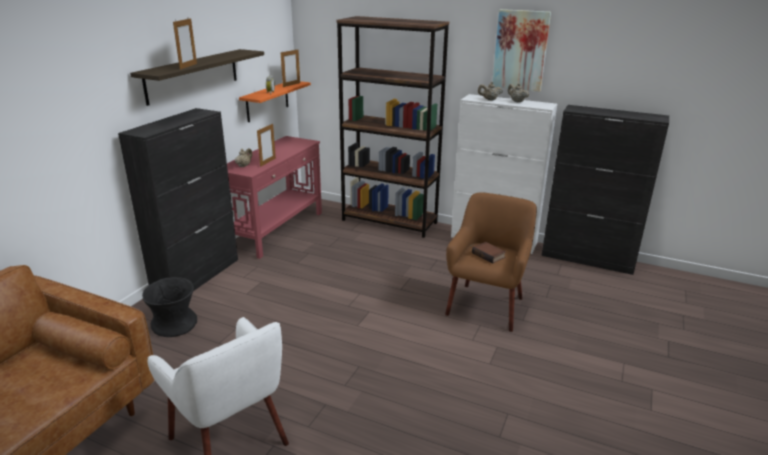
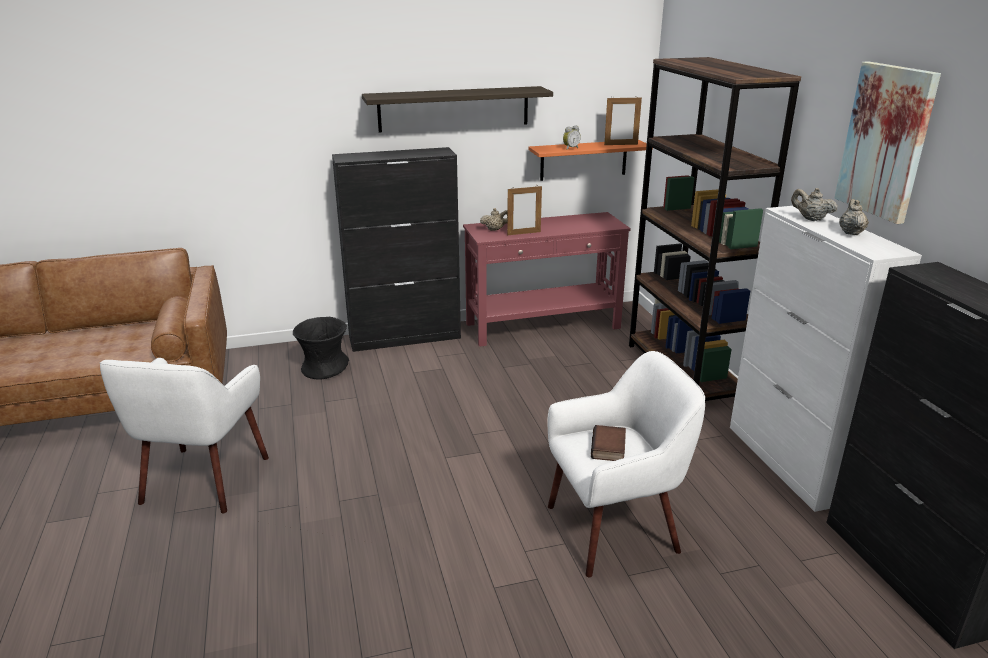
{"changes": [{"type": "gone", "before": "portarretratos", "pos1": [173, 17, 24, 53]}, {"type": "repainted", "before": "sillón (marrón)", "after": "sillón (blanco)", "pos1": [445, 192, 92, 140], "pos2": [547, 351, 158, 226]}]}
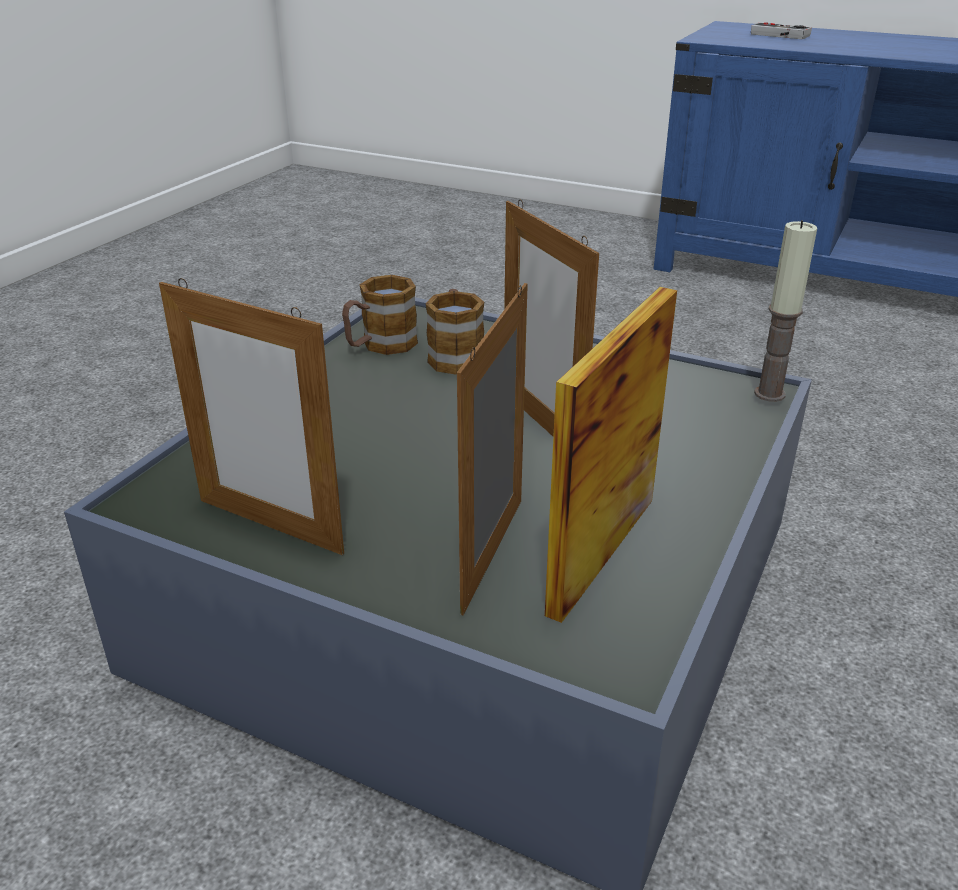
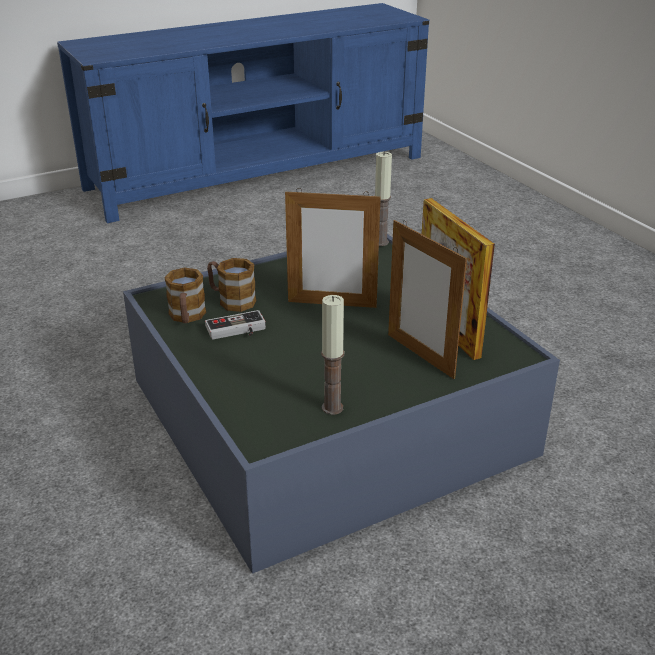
{"changes": [{"type": "shifted", "before": "mando de consola", "pos1": [751, 22, 61, 17], "pos2": [205, 310, 61, 30]}, {"type": "swapped", "before": "portarretratos", "after": "vela", "pos1": [159, 278, 185, 277], "pos2": [321, 295, 23, 120]}]}
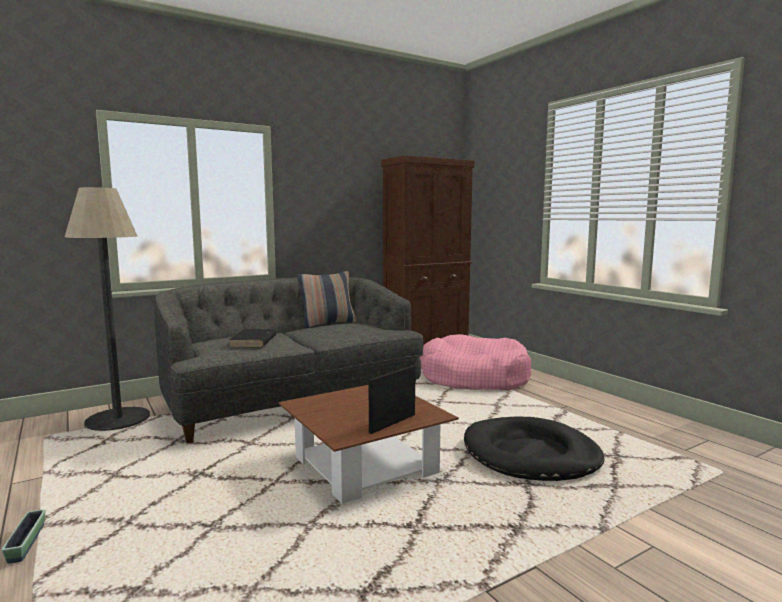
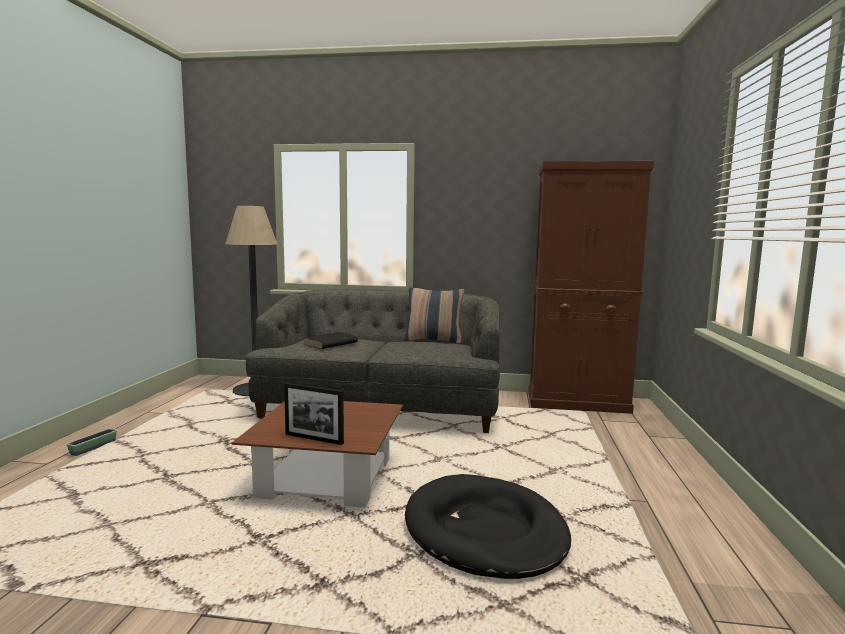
{"changes": [{"type": "gone", "before": "cama para perro (rosa)", "pos1": [420, 334, 111, 56]}, {"type": "rotated", "before": "portarretratos", "pos1": [368, 365, 47, 69], "pos2": [284, 383, 60, 62], "turn": -150}]}
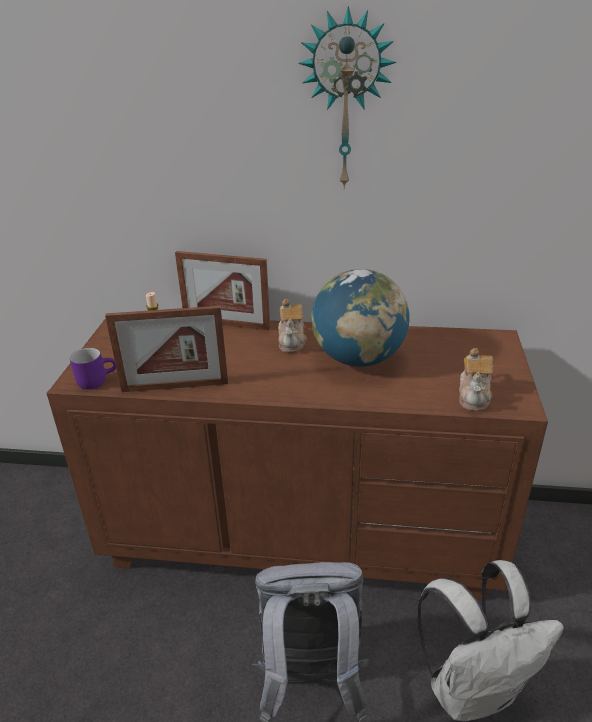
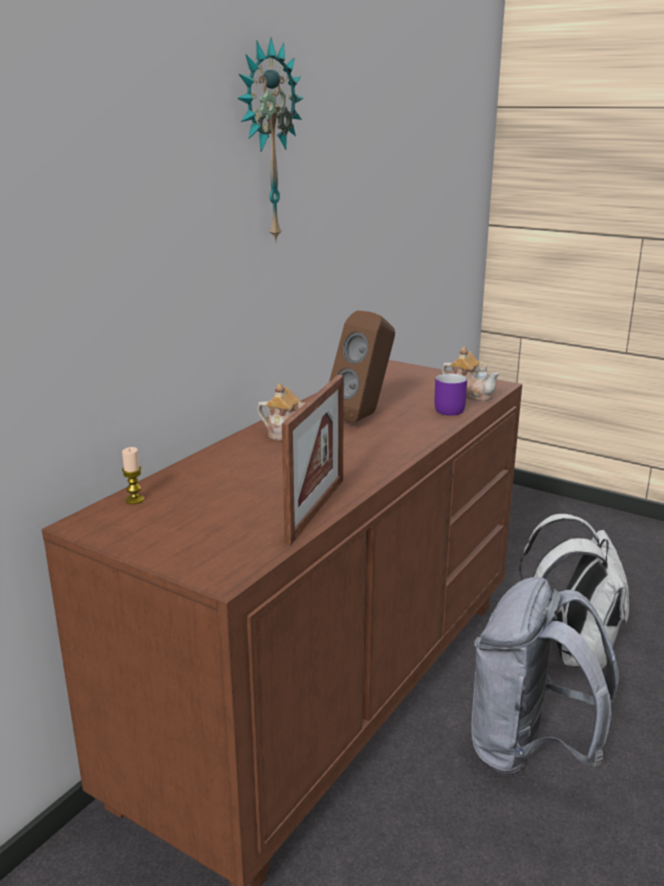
{"changes": [{"type": "gone", "before": "portarretratos", "pos1": [175, 251, 95, 79]}, {"type": "swapped", "before": "globo terráqueo", "after": "altavoz (marrón)", "pos1": [311, 269, 99, 98], "pos2": [329, 311, 66, 112]}, {"type": "shifted", "before": "taza grande (morado)", "pos1": [70, 348, 46, 42], "pos2": [434, 374, 33, 42]}]}
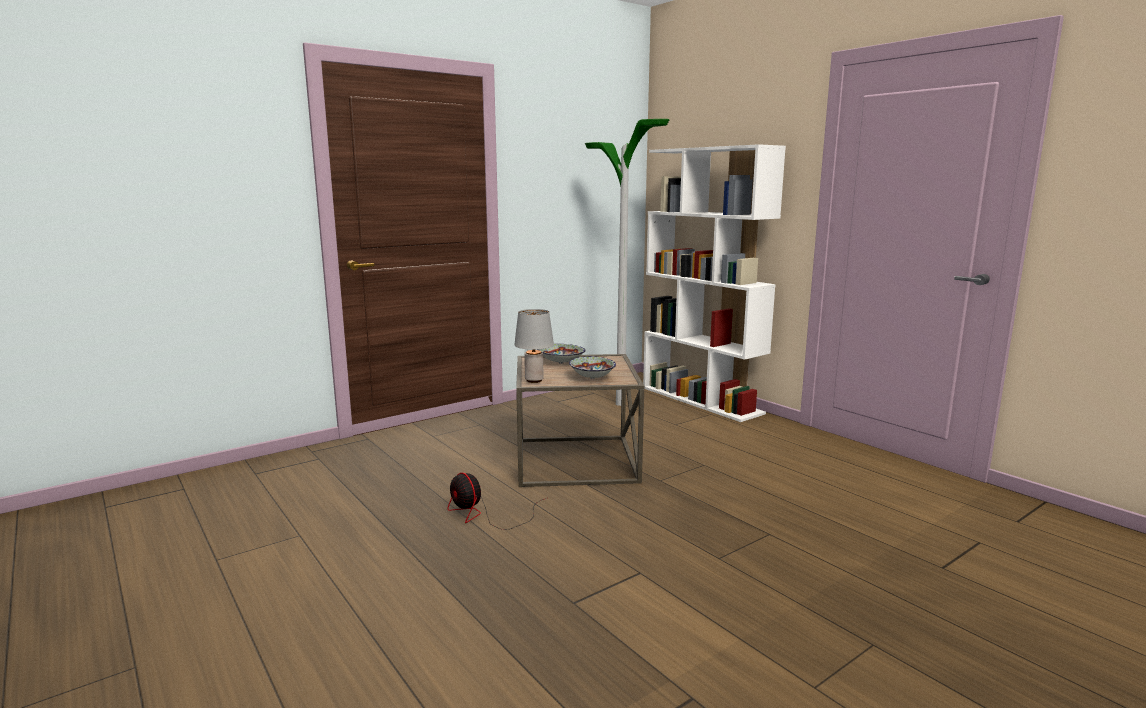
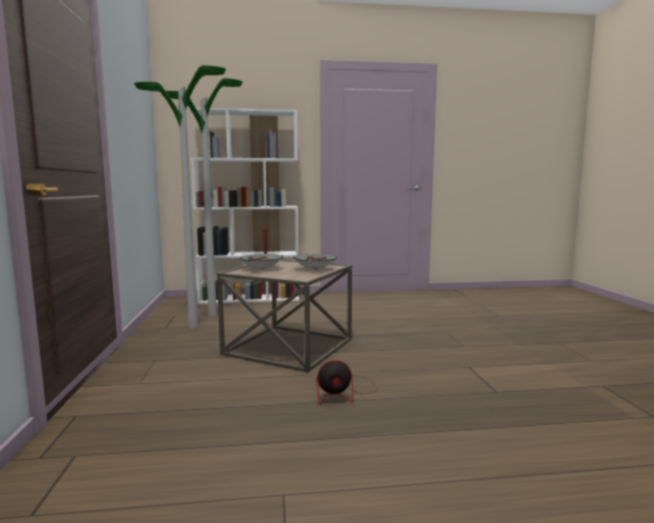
{"changes": [{"type": "gone", "before": "lámpara de mesa (gris)", "pos1": [514, 309, 40, 74]}, {"type": "new", "after": "lámpara de pie", "pos2": [134, 65, 92, 263]}]}
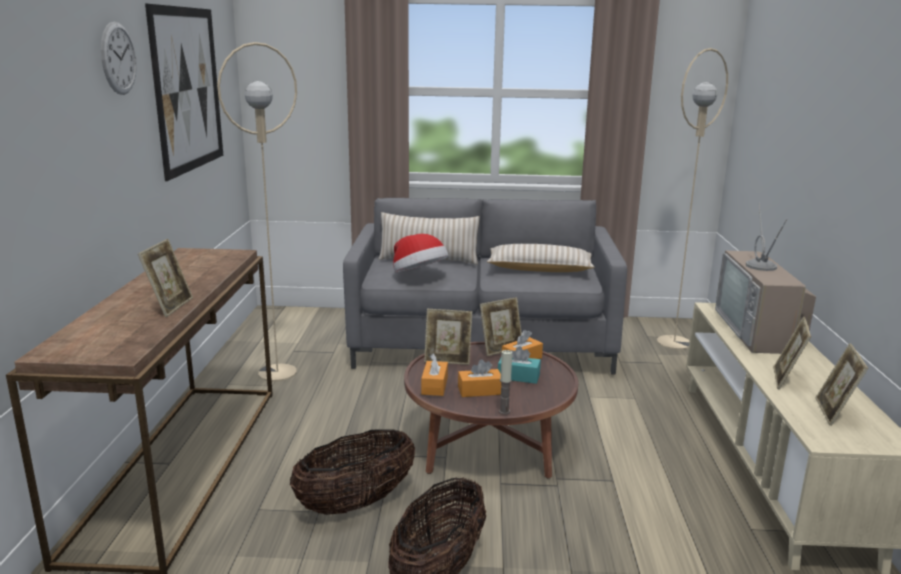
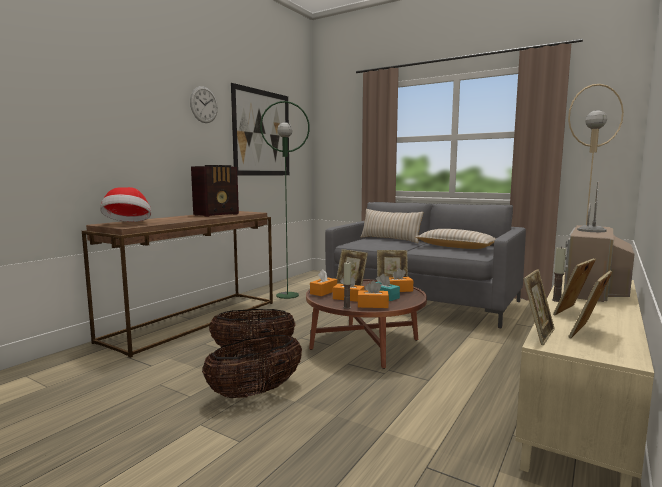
{"changes": [{"type": "repainted", "before": "lámpara de pie (beis)", "after": "lámpara de pie (verde)", "pos1": [217, 42, 80, 339], "pos2": [260, 101, 50, 198]}, {"type": "shifted", "before": "sombrero", "pos1": [393, 234, 55, 38], "pos2": [100, 187, 51, 35]}, {"type": "shifted", "before": "portarretratos", "pos1": [138, 239, 55, 78], "pos2": [523, 269, 32, 76]}, {"type": "new", "after": "radio", "pos2": [191, 165, 48, 52]}, {"type": "new", "after": "vela", "pos2": [552, 246, 14, 56]}, {"type": "new", "after": "caja de pañuelos (naranja)", "pos2": [357, 280, 32, 28]}]}
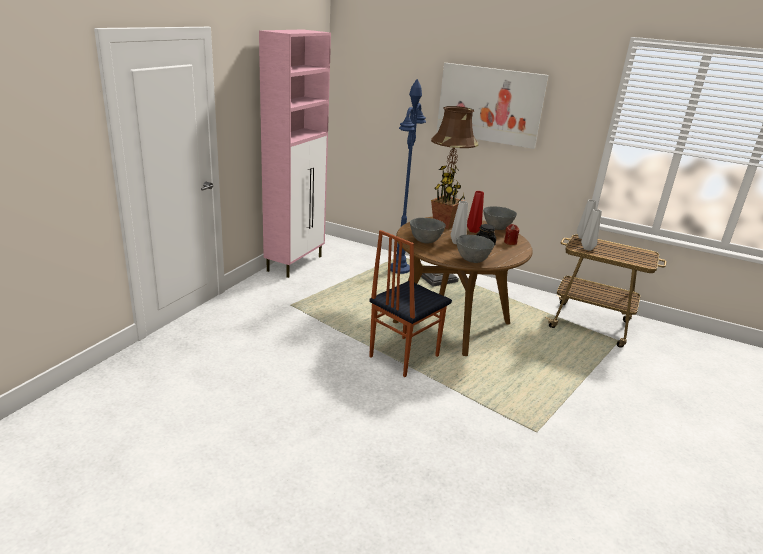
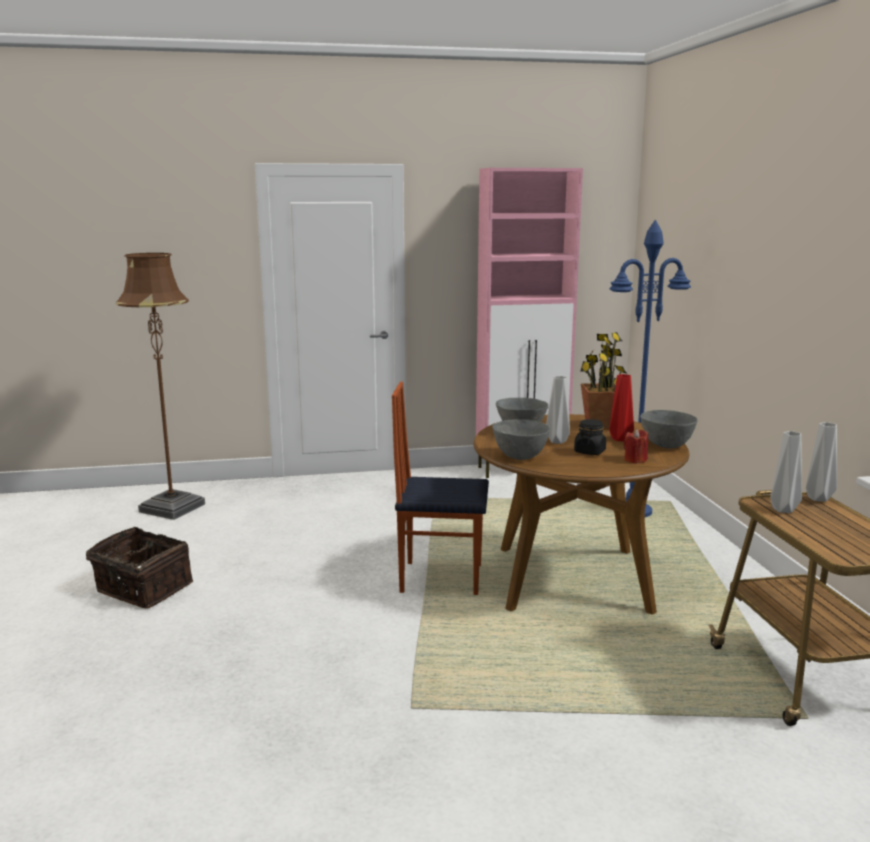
{"changes": [{"type": "gone", "before": "cuadro", "pos1": [436, 63, 113, 86]}, {"type": "shifted", "before": "lámpara de pie (marrón)", "pos1": [421, 106, 57, 181], "pos2": [116, 253, 89, 267]}, {"type": "new", "after": "cesta", "pos2": [86, 527, 107, 82]}]}
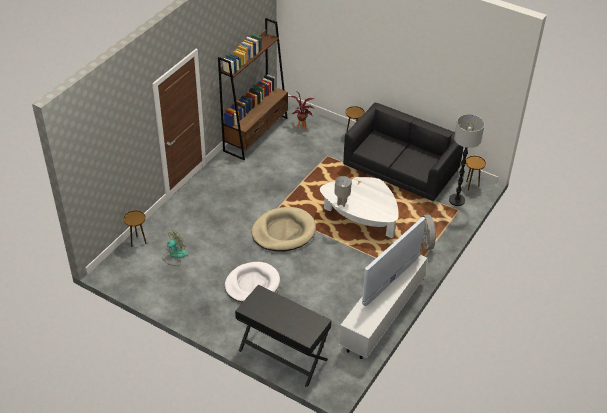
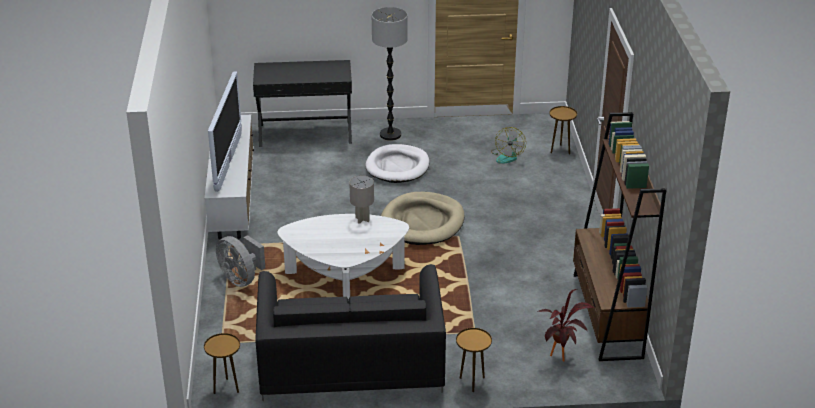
{"changes": [{"type": "shifted", "before": "lámpara de pie", "pos1": [449, 114, 36, 92], "pos2": [372, 7, 36, 134]}]}
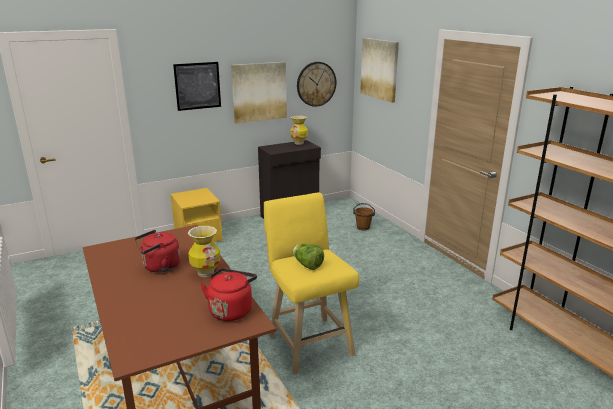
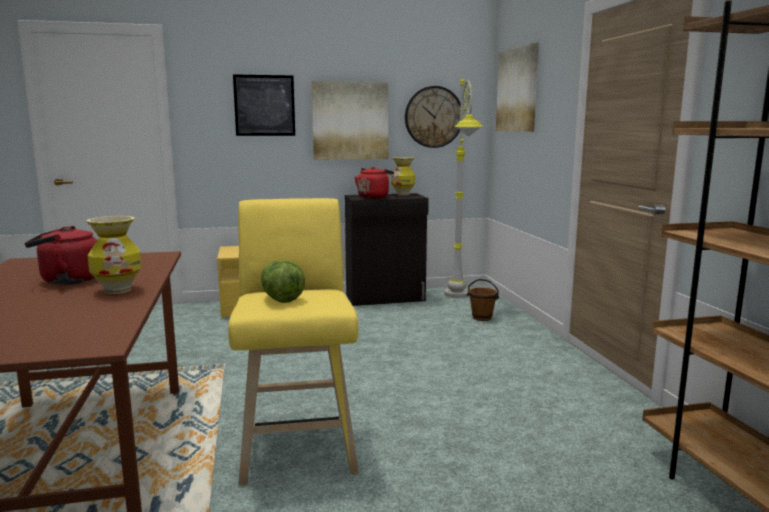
{"changes": [{"type": "shifted", "before": "hervidor (rojo)", "pos1": [201, 268, 56, 53], "pos2": [355, 167, 39, 31]}, {"type": "new", "after": "lámpara de pie (gris)", "pos2": [444, 74, 39, 224]}]}
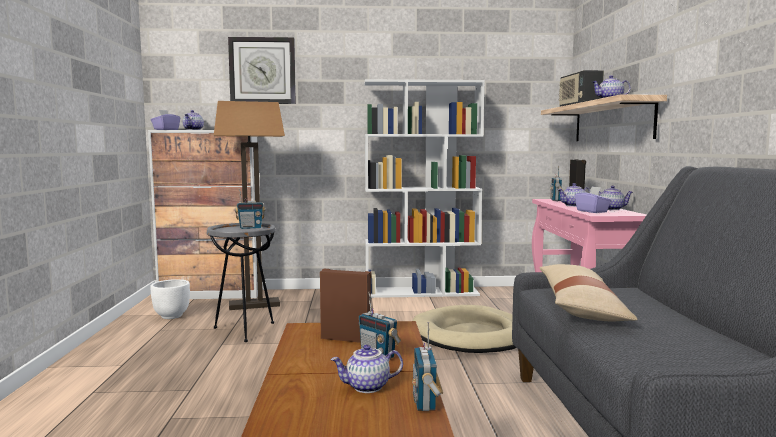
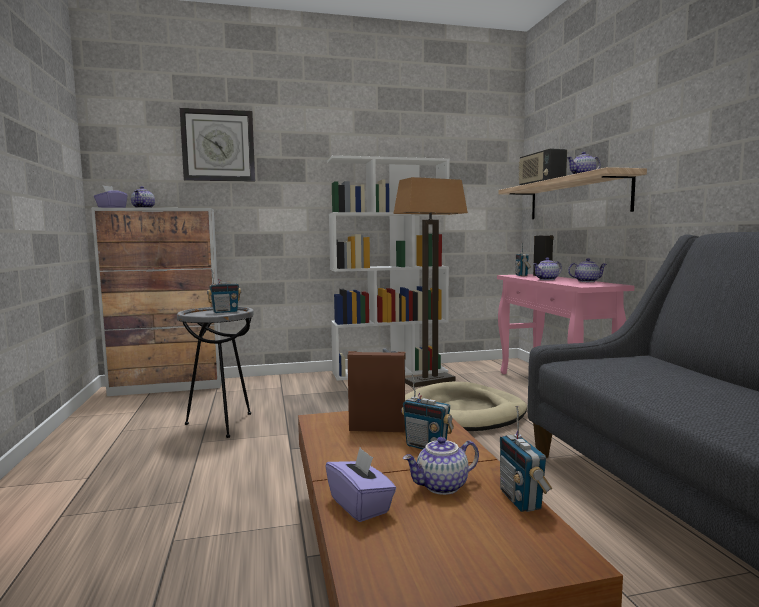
{"changes": [{"type": "shifted", "before": "lámpara de pie", "pos1": [214, 101, 71, 209], "pos2": [393, 177, 75, 210]}, {"type": "shifted", "before": "caja de pañuelos (morado)", "pos1": [575, 187, 37, 26], "pos2": [325, 448, 71, 74]}, {"type": "gone", "before": "cojín (beis)", "pos1": [539, 264, 99, 57]}, {"type": "gone", "before": "maceta (blanco)", "pos1": [150, 279, 40, 40]}]}
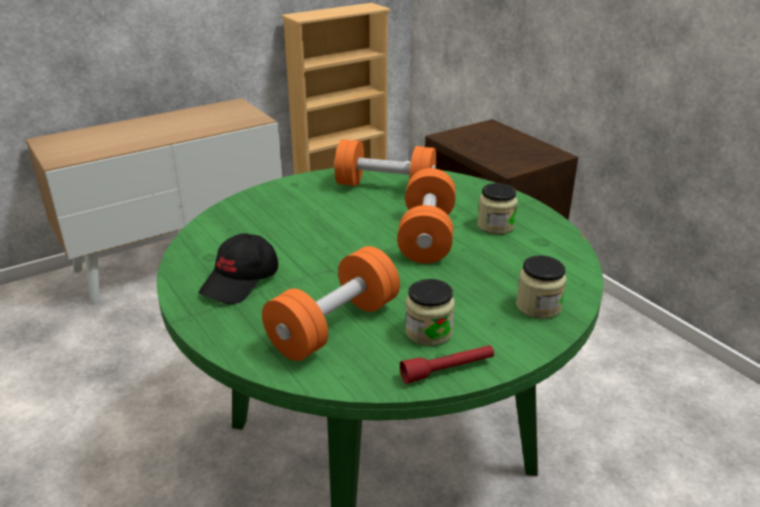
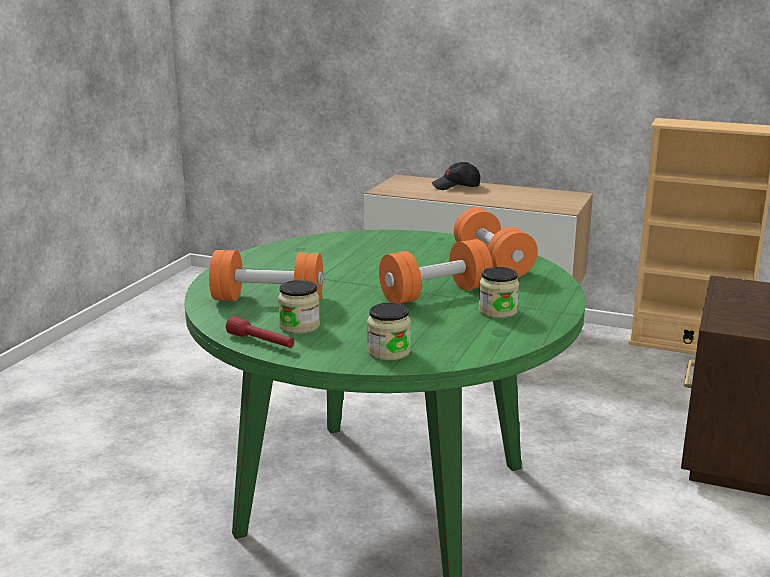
{"changes": [{"type": "shifted", "before": "gorra (negro)", "pos1": [199, 233, 79, 71], "pos2": [432, 162, 48, 28]}]}
